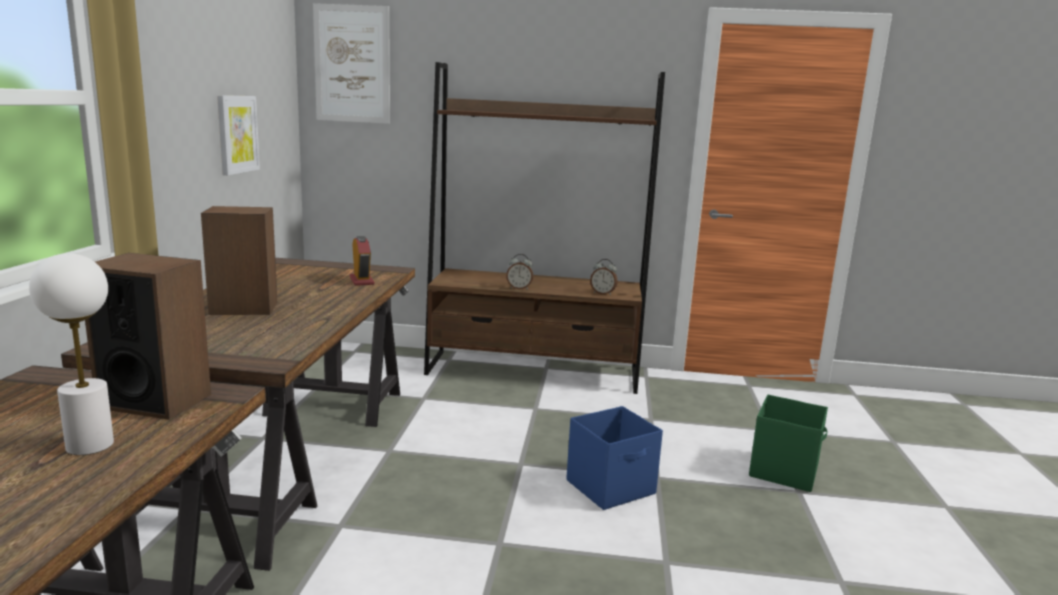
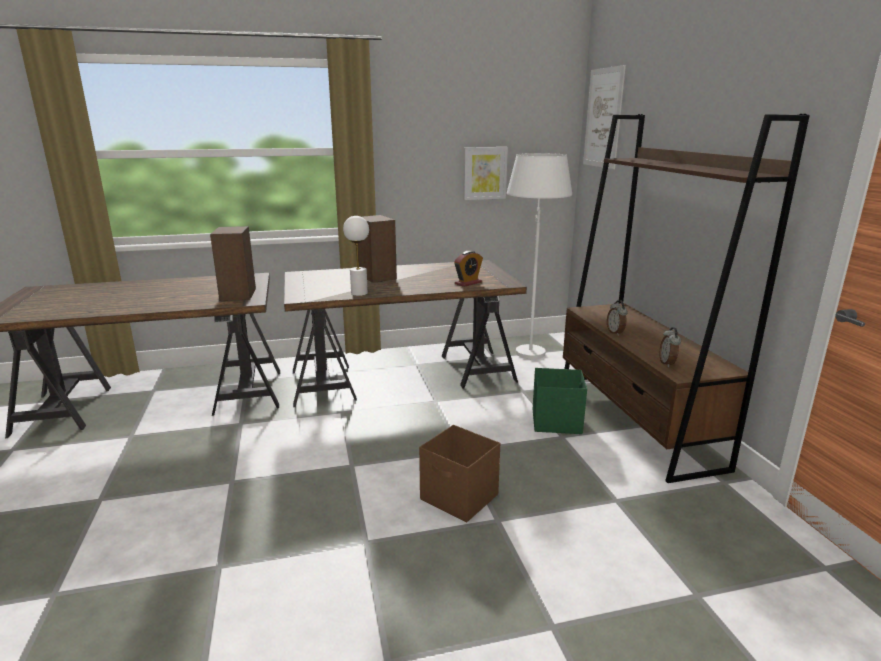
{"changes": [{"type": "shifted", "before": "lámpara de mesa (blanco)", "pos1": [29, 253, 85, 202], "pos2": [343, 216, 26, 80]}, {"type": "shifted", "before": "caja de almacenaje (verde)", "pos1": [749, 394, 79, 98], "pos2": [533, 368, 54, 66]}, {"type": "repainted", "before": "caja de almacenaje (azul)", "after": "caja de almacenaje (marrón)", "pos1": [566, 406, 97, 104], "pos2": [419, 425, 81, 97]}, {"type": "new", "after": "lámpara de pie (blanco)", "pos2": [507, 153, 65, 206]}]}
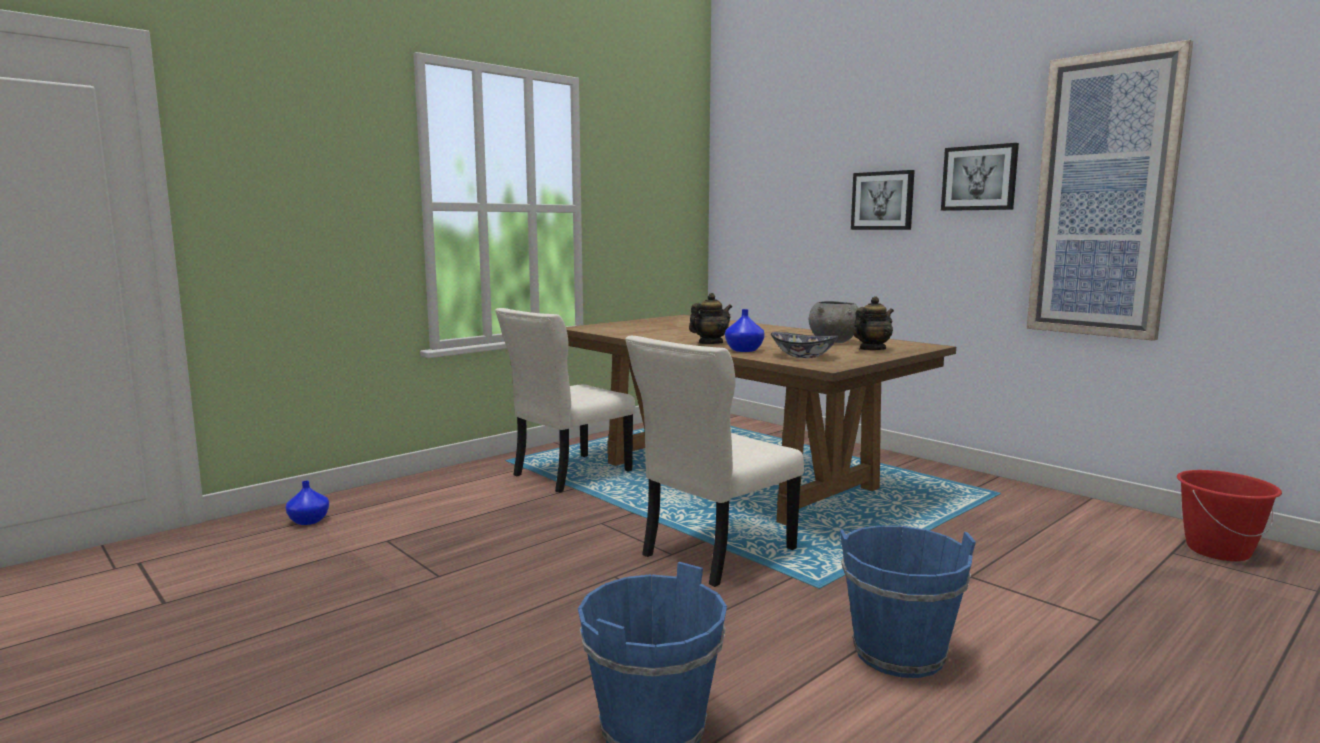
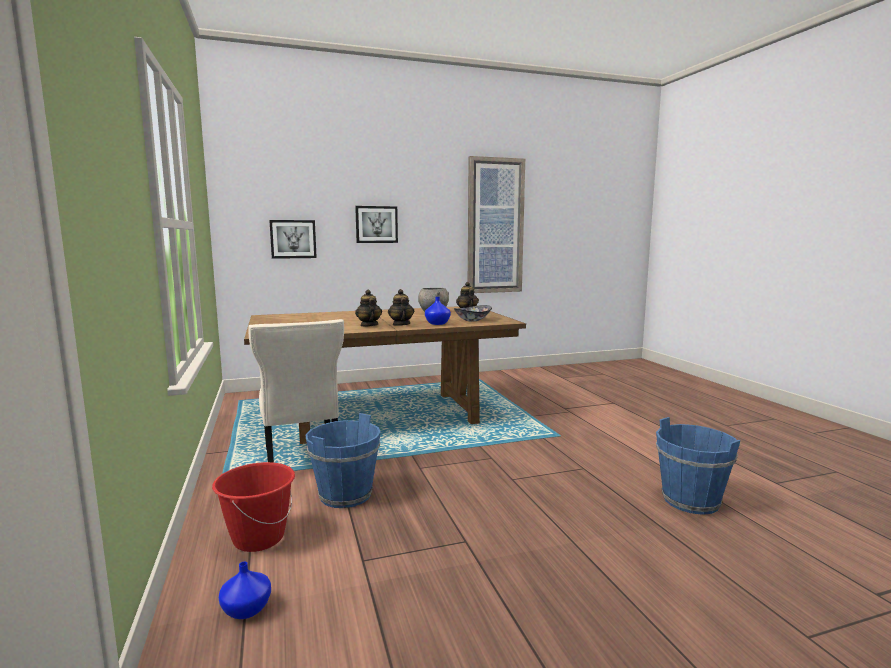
{"changes": [{"type": "shifted", "before": "cuadro", "pos1": [941, 143, 78, 68], "pos2": [269, 220, 48, 39]}, {"type": "gone", "before": "silla (beis)", "pos1": [625, 336, 179, 251]}, {"type": "shifted", "before": "cubo (rojo)", "pos1": [1177, 470, 105, 91], "pos2": [212, 462, 83, 90]}, {"type": "shifted", "before": "cubo (azul)", "pos1": [840, 525, 136, 153], "pos2": [306, 413, 75, 95]}, {"type": "new", "after": "tetera", "pos2": [355, 290, 27, 37]}]}
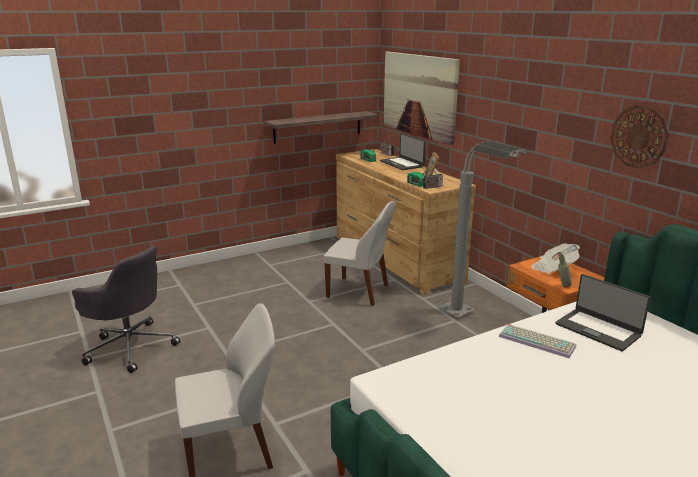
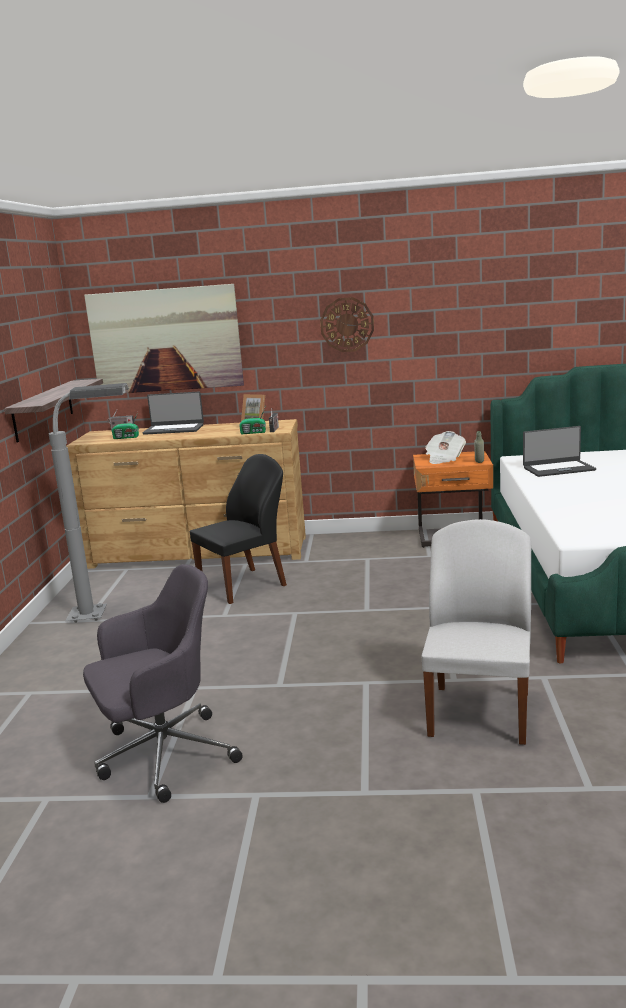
{"changes": [{"type": "shifted", "before": "reloj de pared", "pos1": [610, 105, 59, 64], "pos2": [320, 297, 54, 55]}, {"type": "shifted", "before": "lámpara de pie (gris)", "pos1": [438, 141, 90, 177], "pos2": [49, 383, 80, 240]}, {"type": "repainted", "before": "silla (blanco)", "after": "silla (negro)", "pos1": [324, 201, 72, 105], "pos2": [190, 454, 97, 150]}, {"type": "gone", "before": "teclado", "pos1": [499, 324, 77, 34]}]}
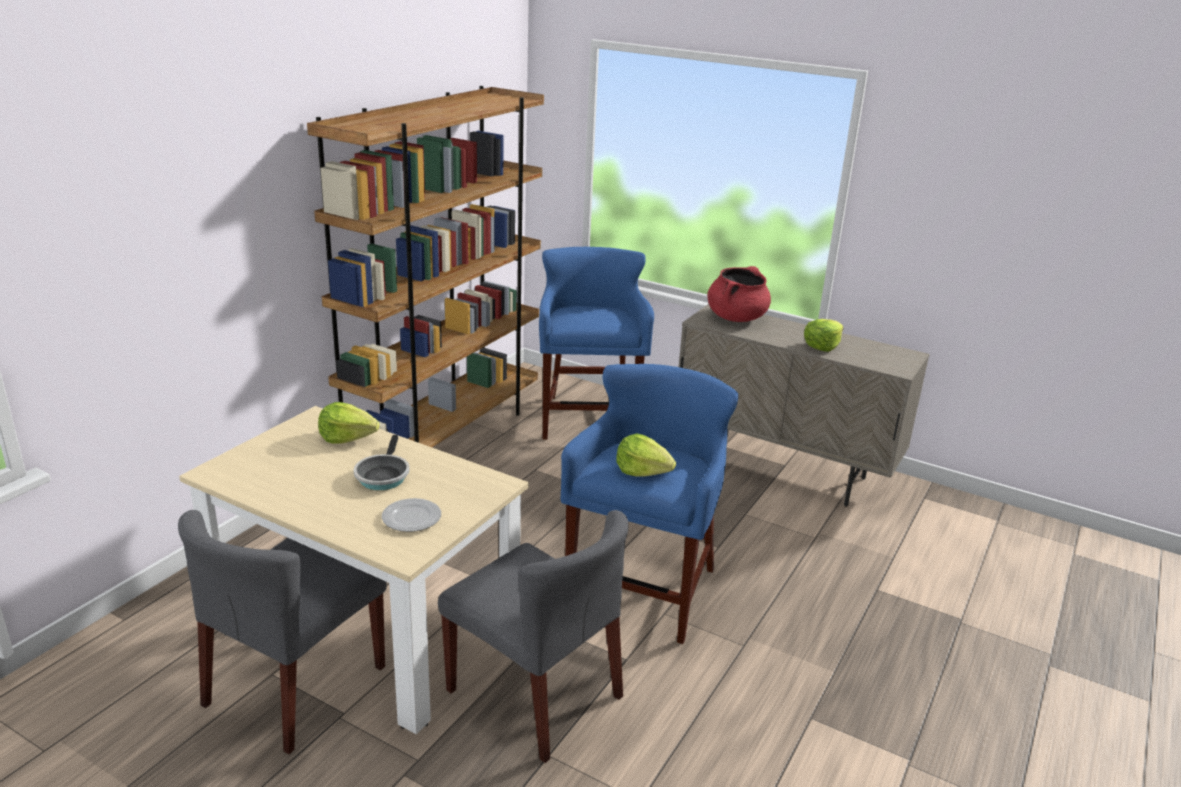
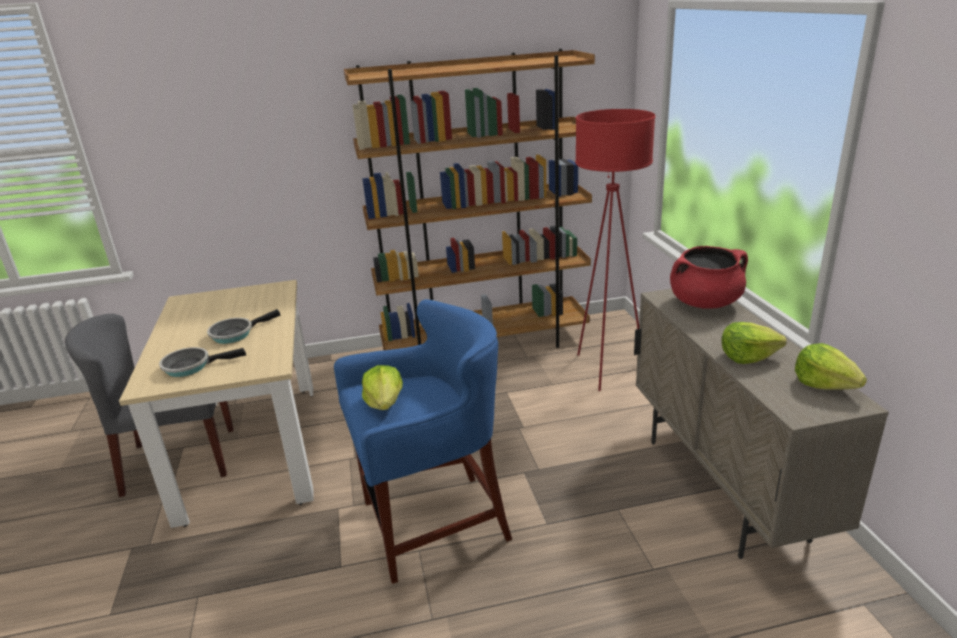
{"changes": [{"type": "swapped", "before": "taburete (azul)", "after": "lámpara de pie (rojo)", "pos1": [539, 247, 115, 193], "pos2": [575, 109, 80, 282]}, {"type": "shifted", "before": "lechuga", "pos1": [318, 402, 62, 41], "pos2": [795, 343, 72, 47]}, {"type": "swapped", "before": "plato", "after": "sartén", "pos1": [382, 498, 59, 34], "pos2": [159, 347, 87, 30]}, {"type": "gone", "before": "silla (gris)", "pos1": [438, 510, 191, 253]}]}
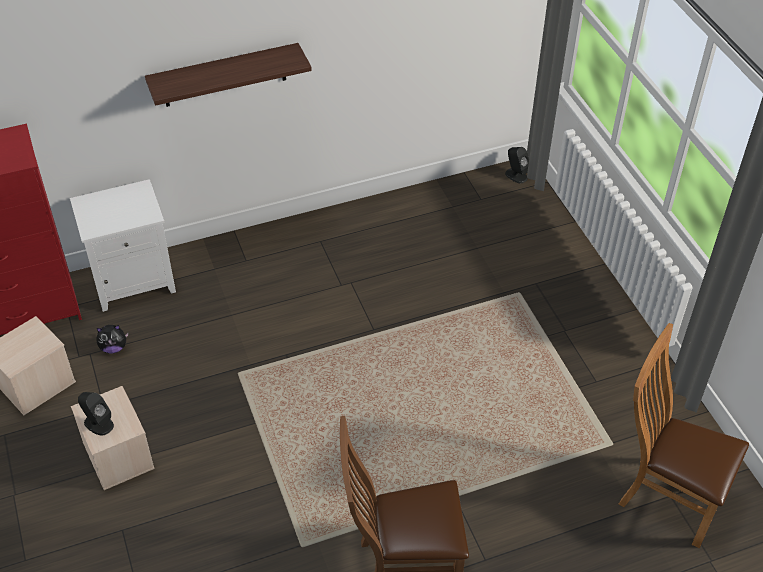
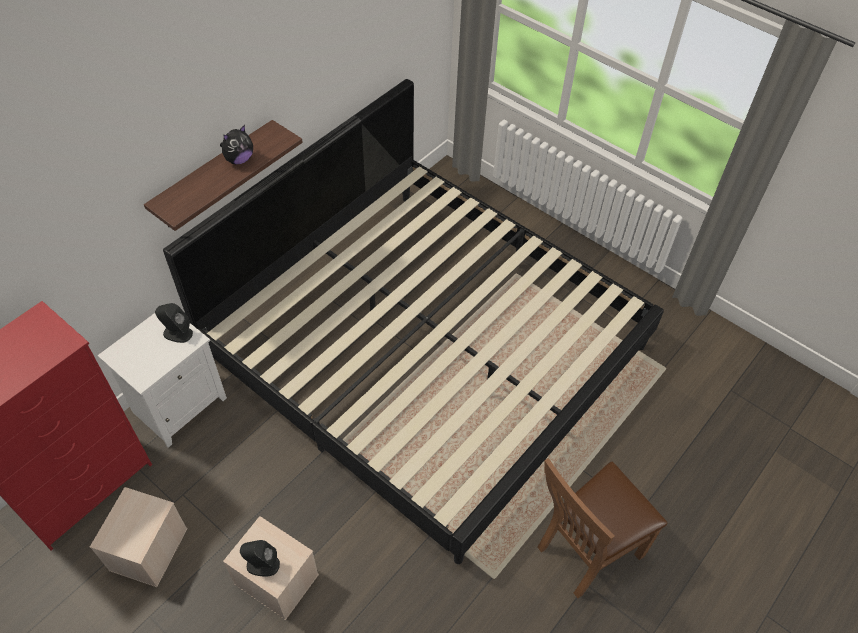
{"changes": [{"type": "shifted", "before": "altavoz (negro)", "pos1": [505, 147, 24, 36], "pos2": [155, 303, 38, 40]}, {"type": "gone", "before": "silla (marrón)", "pos1": [619, 323, 130, 225]}, {"type": "shifted", "before": "peluche", "pos1": [97, 325, 32, 28], "pos2": [220, 125, 33, 40]}, {"type": "new", "after": "cama", "pos2": [163, 79, 501, 485]}]}
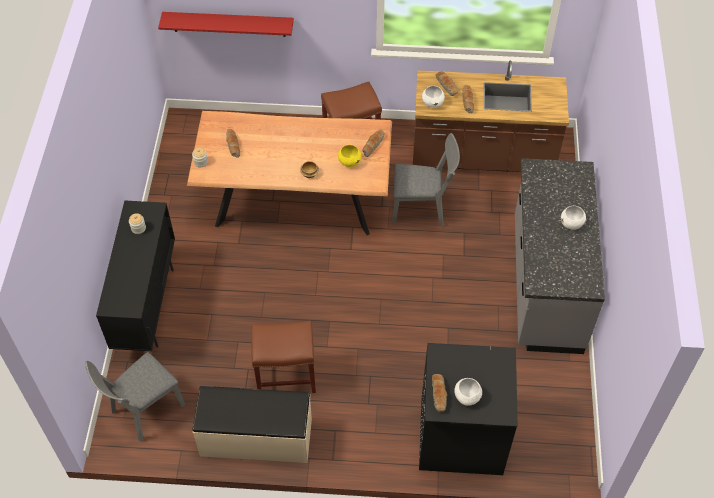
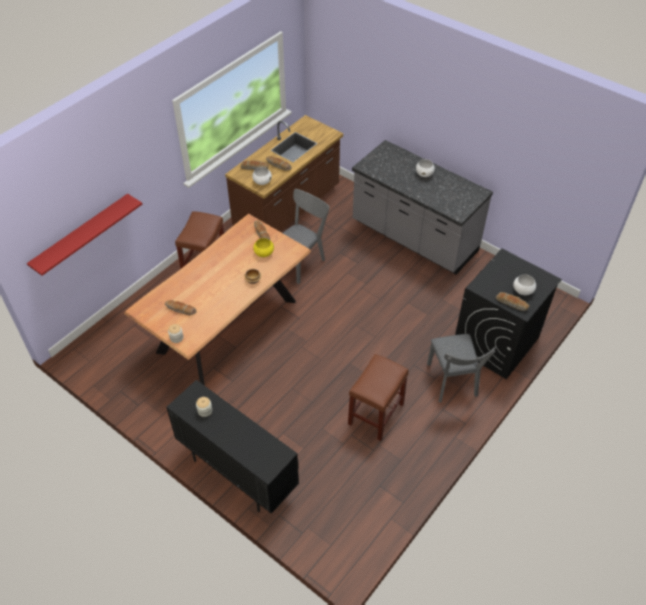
{"changes": [{"type": "shifted", "before": "silla (gris)", "pos1": [85, 352, 100, 90], "pos2": [427, 334, 69, 69]}, {"type": "gone", "before": "banco (beis)", "pos1": [193, 386, 119, 77]}]}
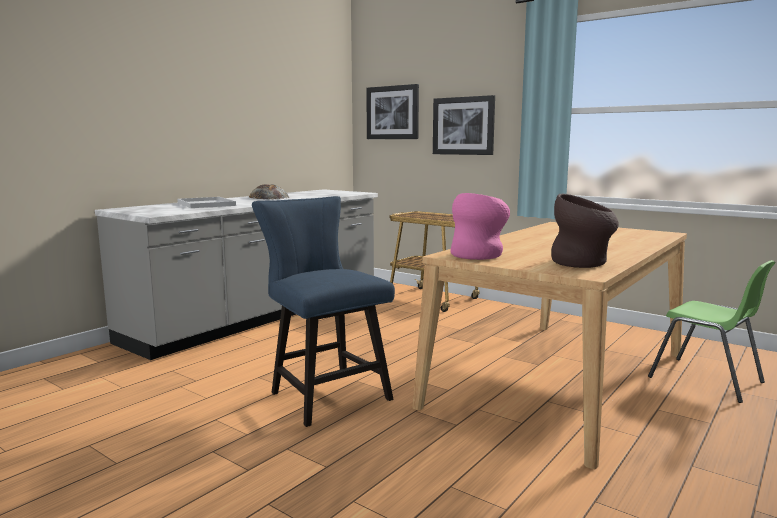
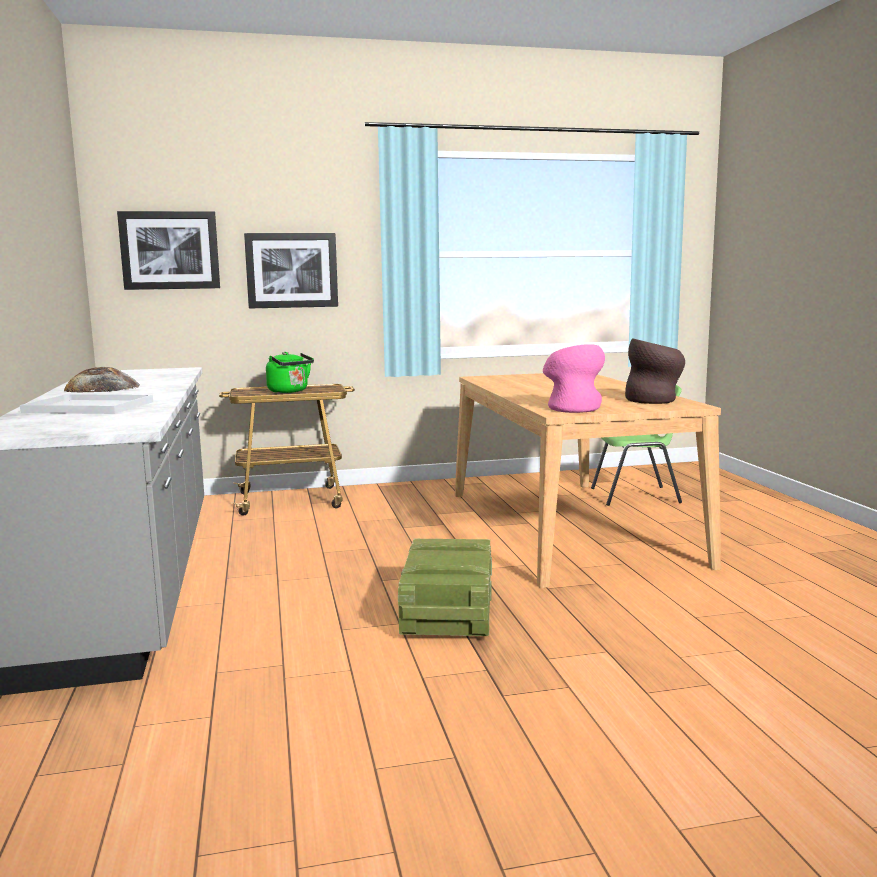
{"changes": [{"type": "swapped", "before": "silla (azul)", "after": "caja de embalaje", "pos1": [252, 196, 143, 231], "pos2": [398, 539, 94, 97]}, {"type": "new", "after": "hervidor (verde)", "pos2": [266, 352, 48, 41]}]}
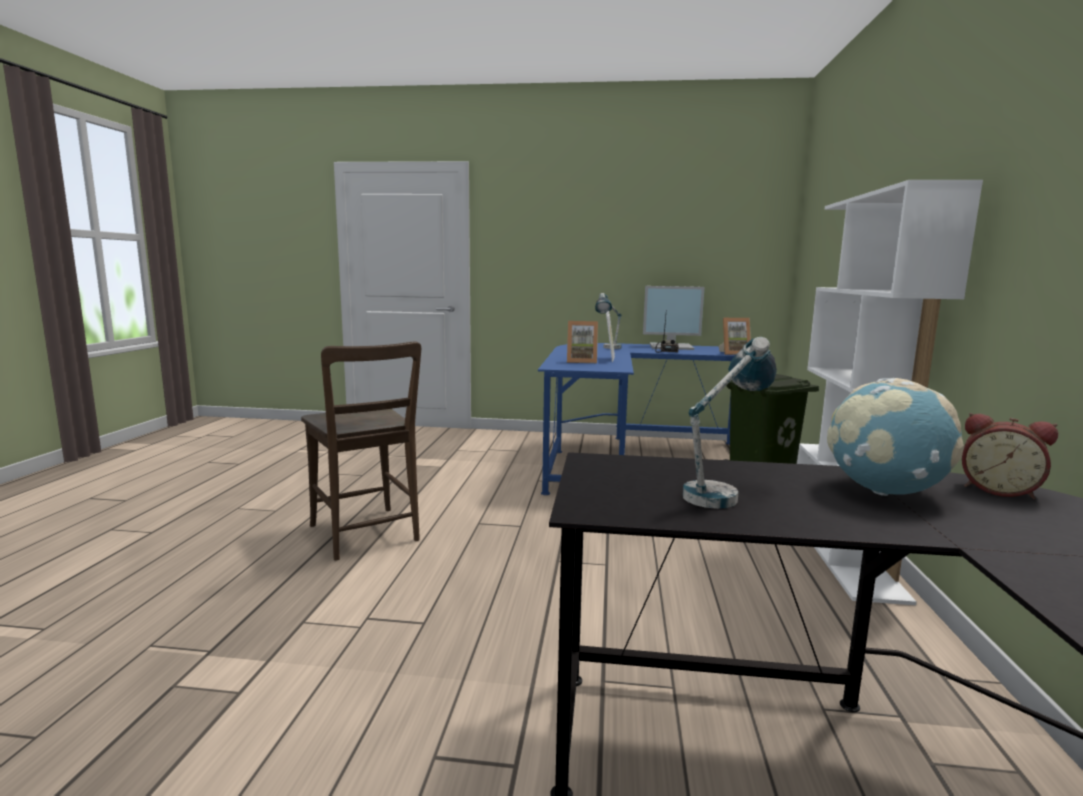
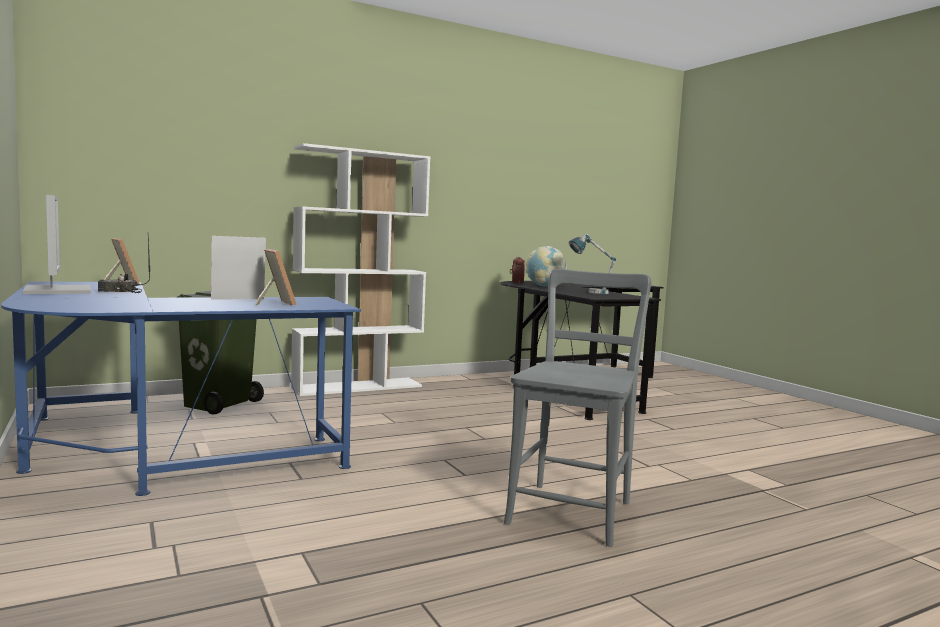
{"changes": [{"type": "gone", "before": "lámpara de mesa", "pos1": [595, 293, 27, 56]}, {"type": "repainted", "before": "silla (marrón)", "after": "silla (gris)", "pos1": [301, 342, 120, 218], "pos2": [504, 269, 147, 278]}]}
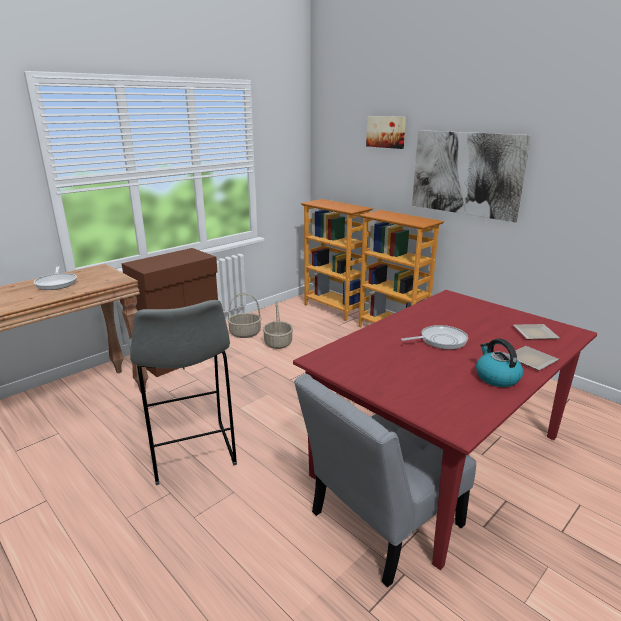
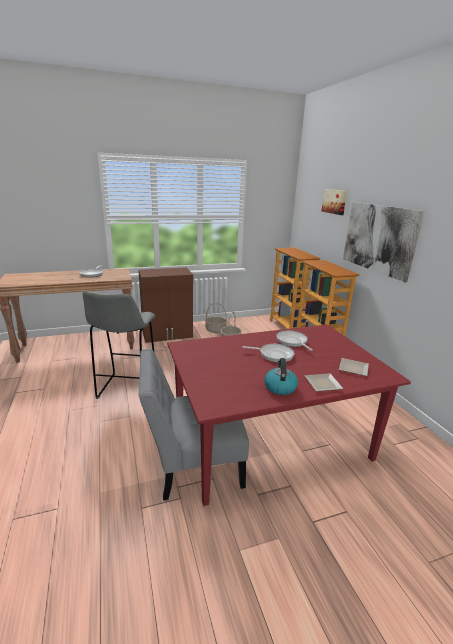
{"changes": [{"type": "new", "after": "sartén", "pos2": [276, 330, 37, 21]}]}
